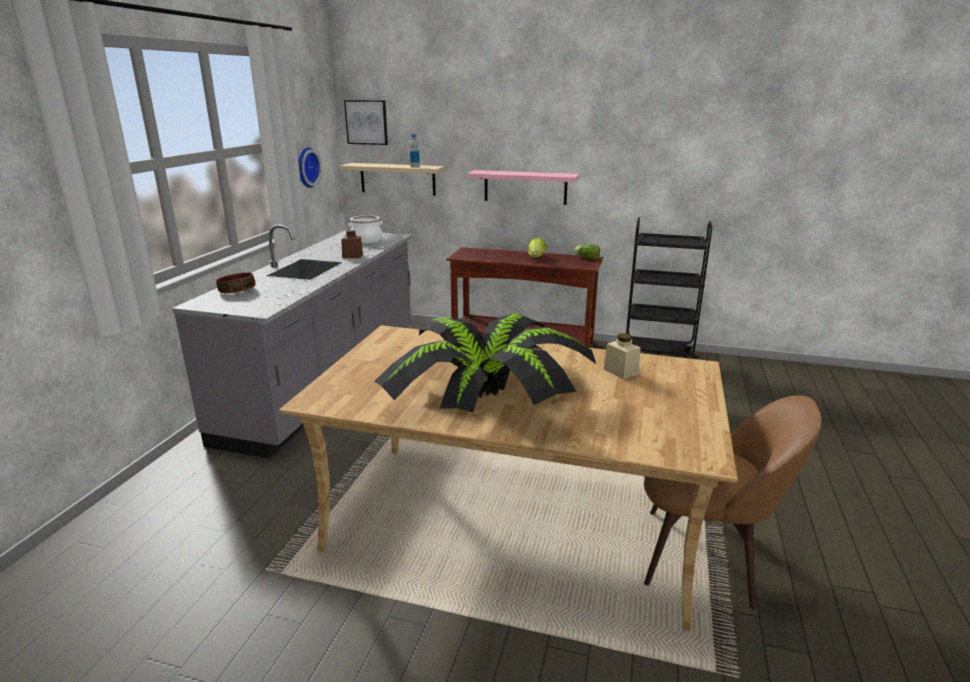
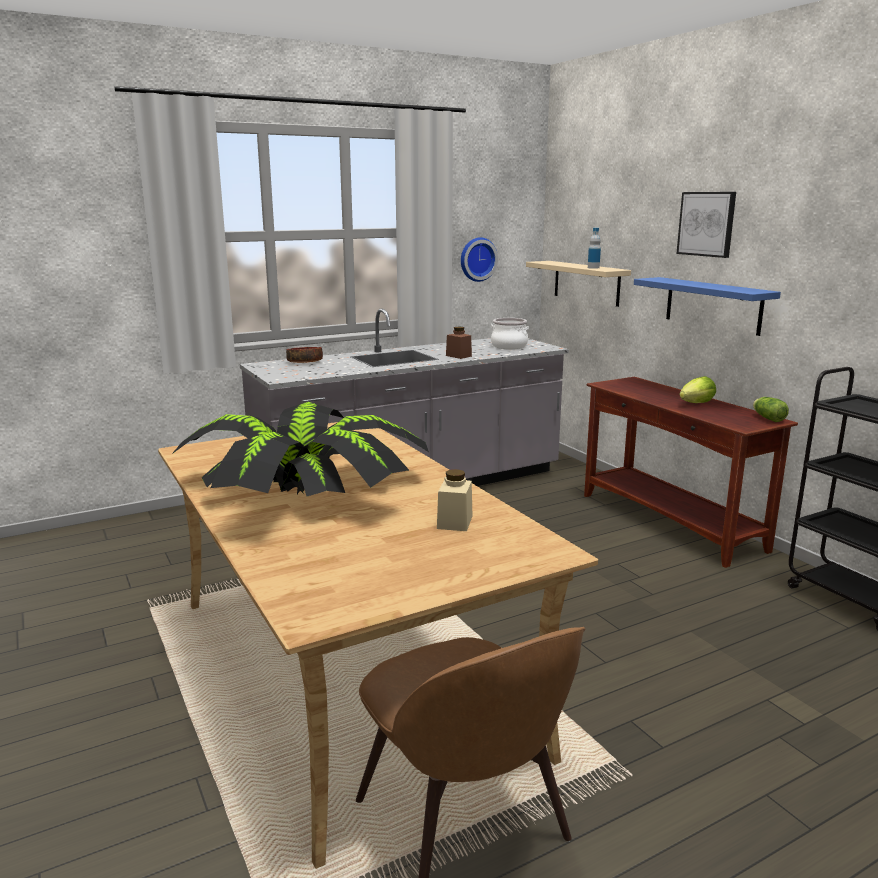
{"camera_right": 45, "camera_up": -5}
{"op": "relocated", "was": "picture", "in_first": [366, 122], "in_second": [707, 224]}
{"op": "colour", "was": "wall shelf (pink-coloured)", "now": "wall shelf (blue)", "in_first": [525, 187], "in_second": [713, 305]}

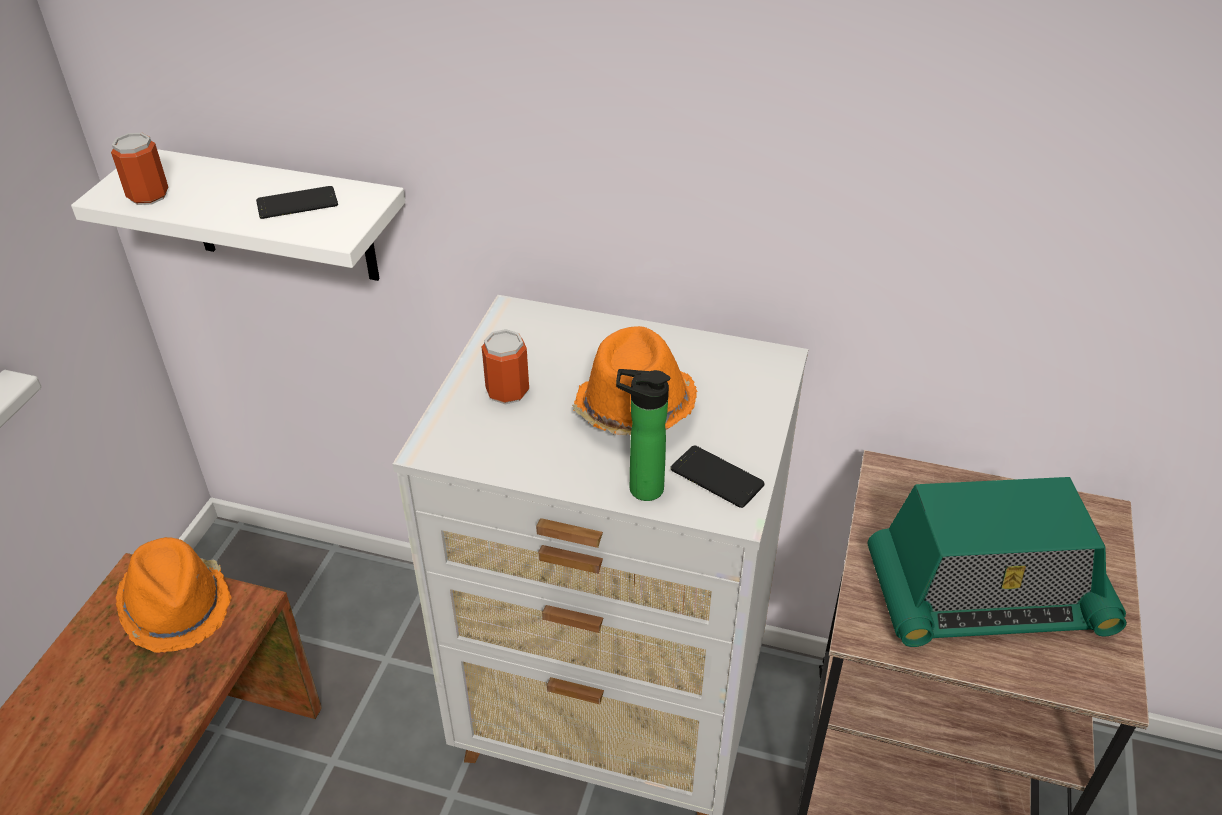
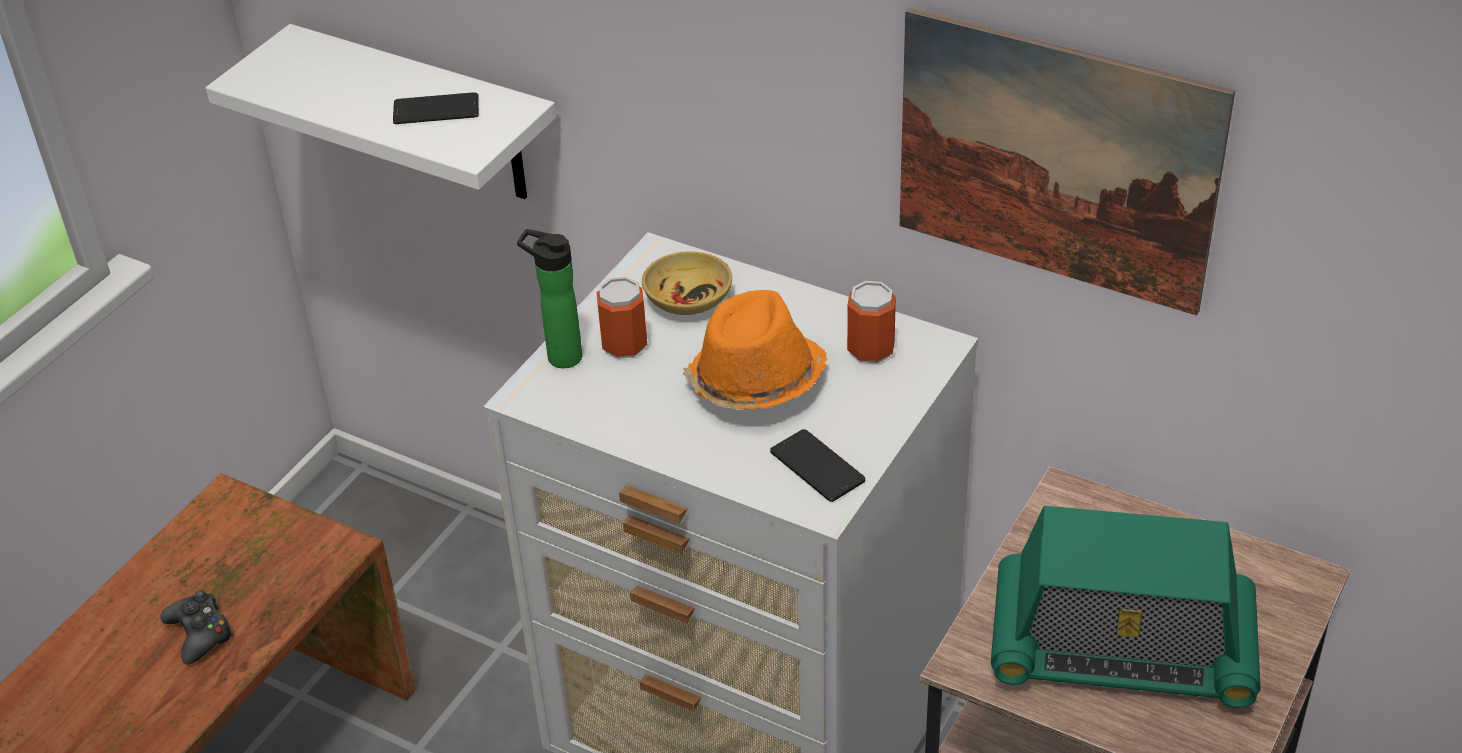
{"camera_right": 15, "camera_up": 0}
{"op": "relocated", "was": "metal can", "in_first": [148, 196], "in_second": [870, 349]}
{"op": "relocated", "was": "bottle", "in_first": [640, 488], "in_second": [559, 356]}
{"op": "missing", "was": "wearable hat (orange)", "in_first": [177, 606]}
{"op": "appeared", "now": "picture", "in_second": [1056, 161]}
{"op": "appeared", "now": "serving bowl (sand-coloured)", "in_second": [688, 298]}
{"op": "appeared", "now": "gamepad (black-coloured)", "in_second": [200, 633]}

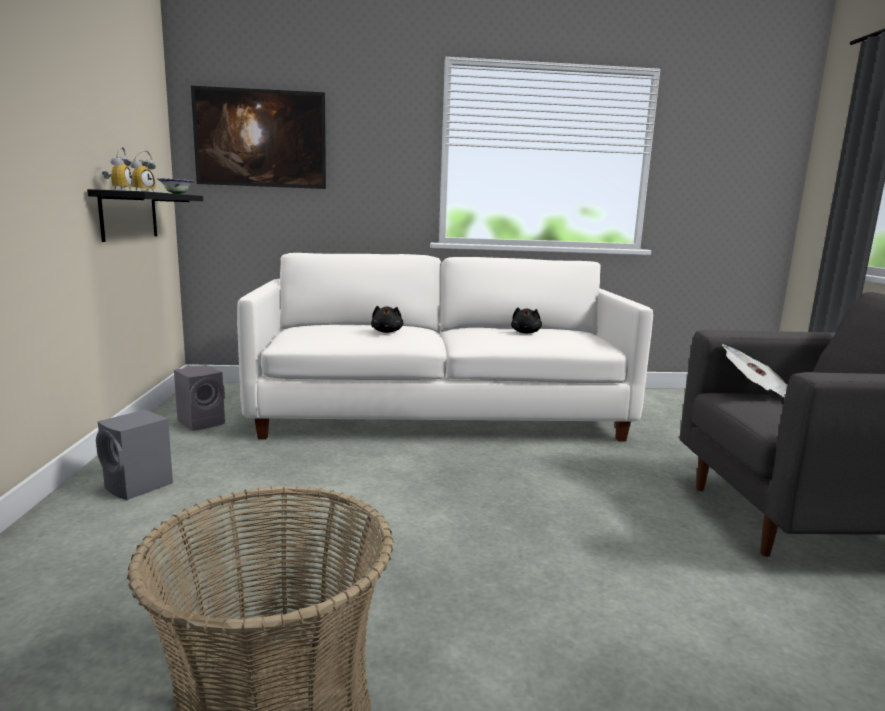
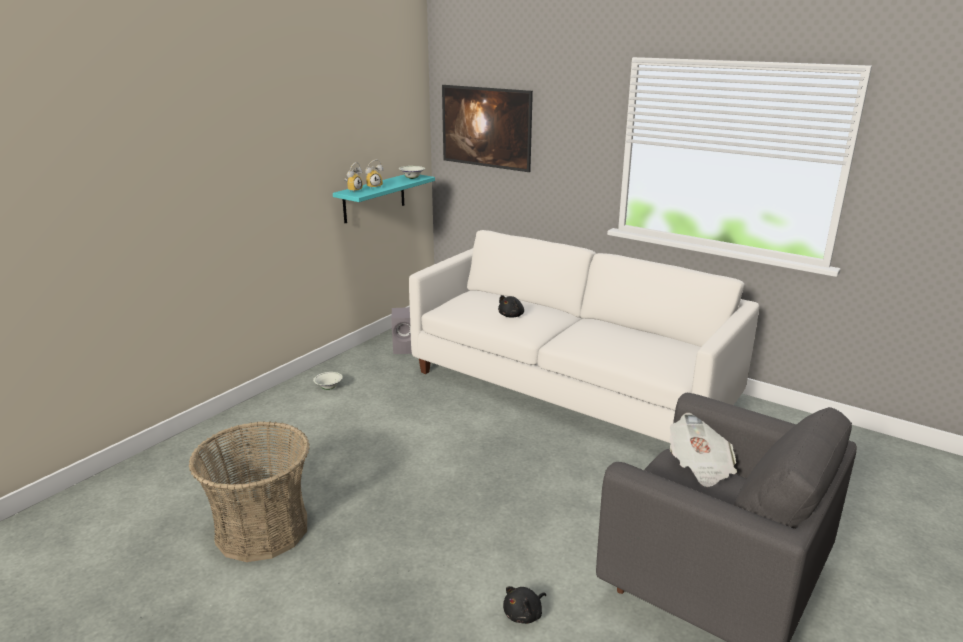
{"camera_right": 40, "camera_up": 10}
{"op": "colour", "was": "wall shelf (black-coloured)", "now": "wall shelf (turquoise-coloured)", "in_first": [129, 215], "in_second": [374, 198]}
{"op": "relocated", "was": "soft toy (black-coloured)", "in_first": [526, 332], "in_second": [524, 614]}
{"op": "exchanged", "was": "speaker (gray)", "now": "serving bowl (white)", "in_first": [139, 487], "in_second": [329, 388]}

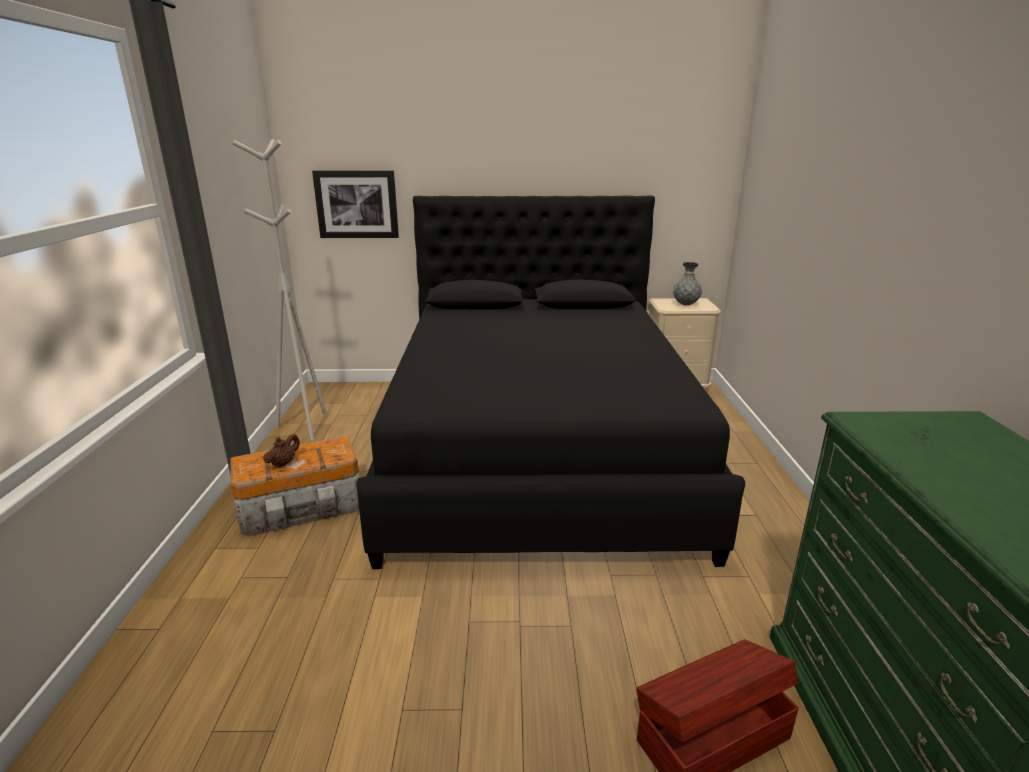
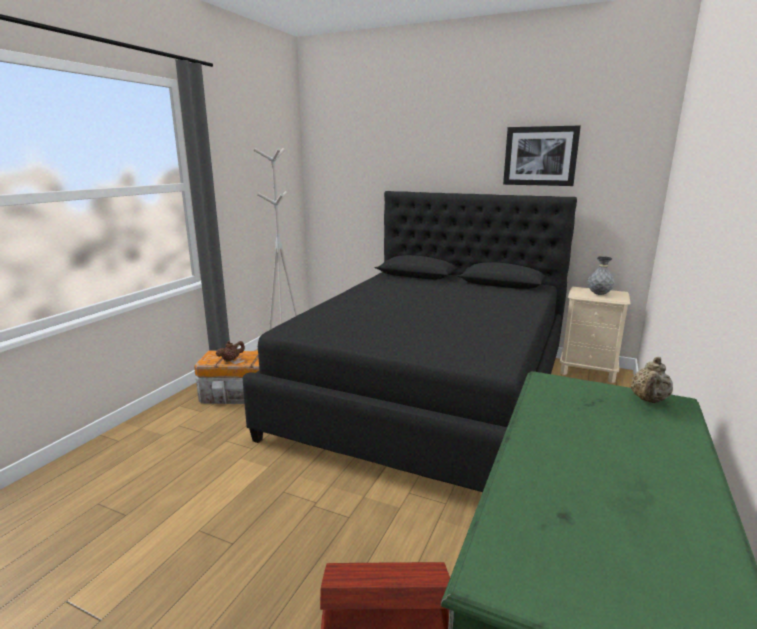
{"camera_right": 25, "camera_up": -5}
{"op": "relocated", "was": "picture", "in_first": [357, 204], "in_second": [540, 156]}
{"op": "appeared", "now": "pot for tea (sand-coloured)", "in_second": [648, 400]}

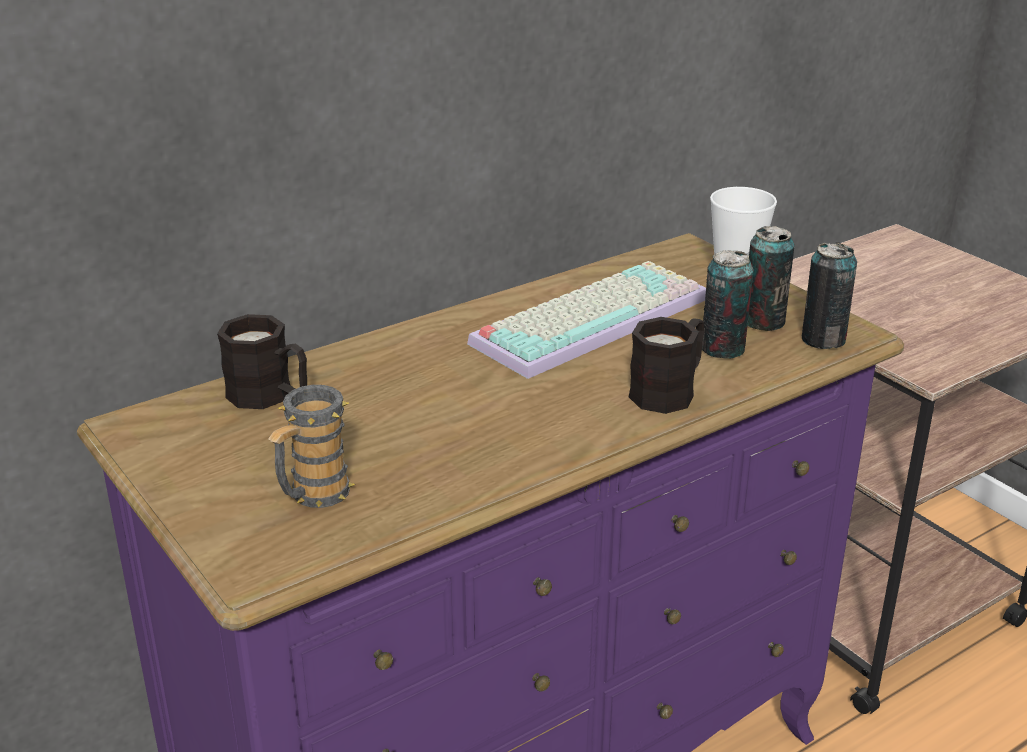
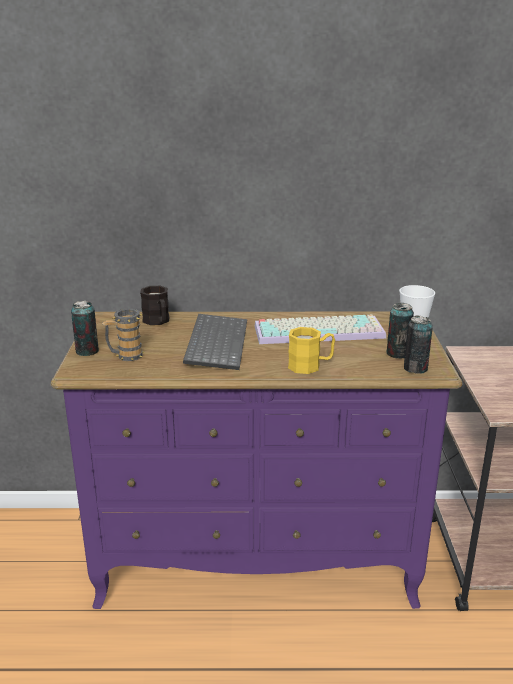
{"camera_right": 35, "camera_up": -5}
{"op": "relocated", "was": "metal can", "in_first": [722, 349], "in_second": [87, 351]}
{"op": "colour", "was": "coffee mug (black-coloured)", "now": "coffee mug (yellowish)", "in_first": [670, 390], "in_second": [311, 365]}
{"op": "appeared", "now": "computer keyboard", "in_second": [215, 343]}

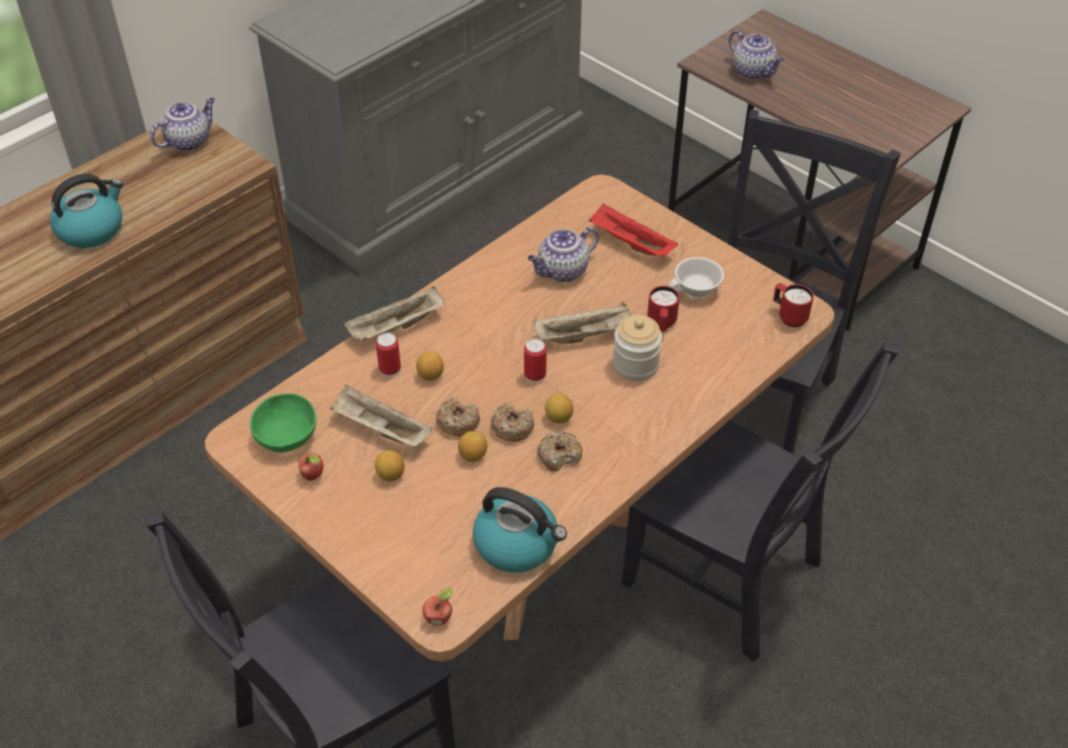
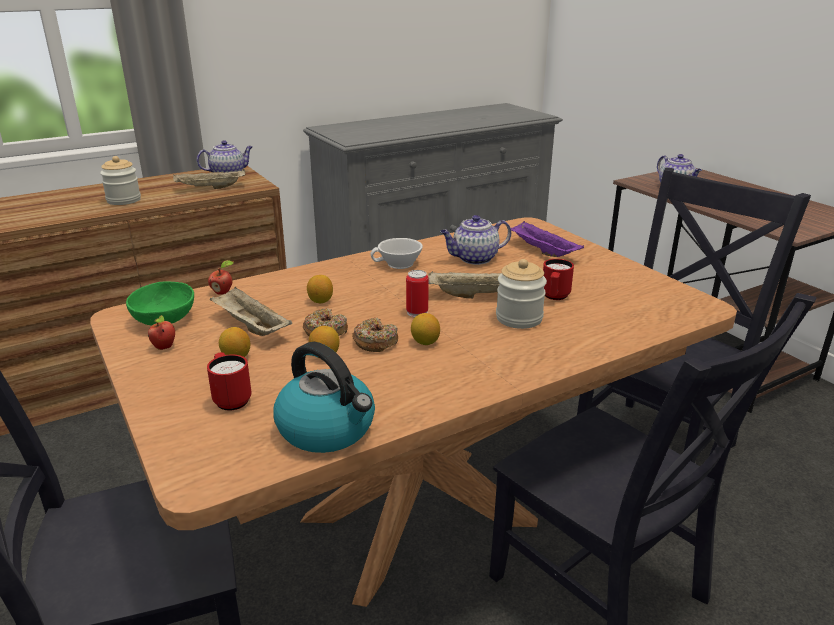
{"camera_right": 15, "camera_up": -20}
{"op": "exchanged", "was": "water kettle", "now": "jar", "in_first": [92, 229], "in_second": [124, 200]}
{"op": "colour", "was": "carrying tray (reddish)", "now": "carrying tray (purple)", "in_first": [629, 243], "in_second": [541, 251]}
{"op": "relocated", "was": "small cup (white)", "in_first": [696, 290], "in_second": [399, 264]}
{"op": "relocated", "was": "coffee mug (reddish)", "in_first": [788, 316], "in_second": [230, 399]}
{"op": "relocated", "was": "carrying tray (sand-coloured)", "in_first": [396, 328], "in_second": [210, 188]}
{"op": "missing", "was": "metal can", "in_first": [390, 369]}
{"op": "missing", "was": "donut", "in_first": [559, 455]}
{"op": "relocated", "was": "apple", "in_first": [439, 618], "in_second": [223, 292]}

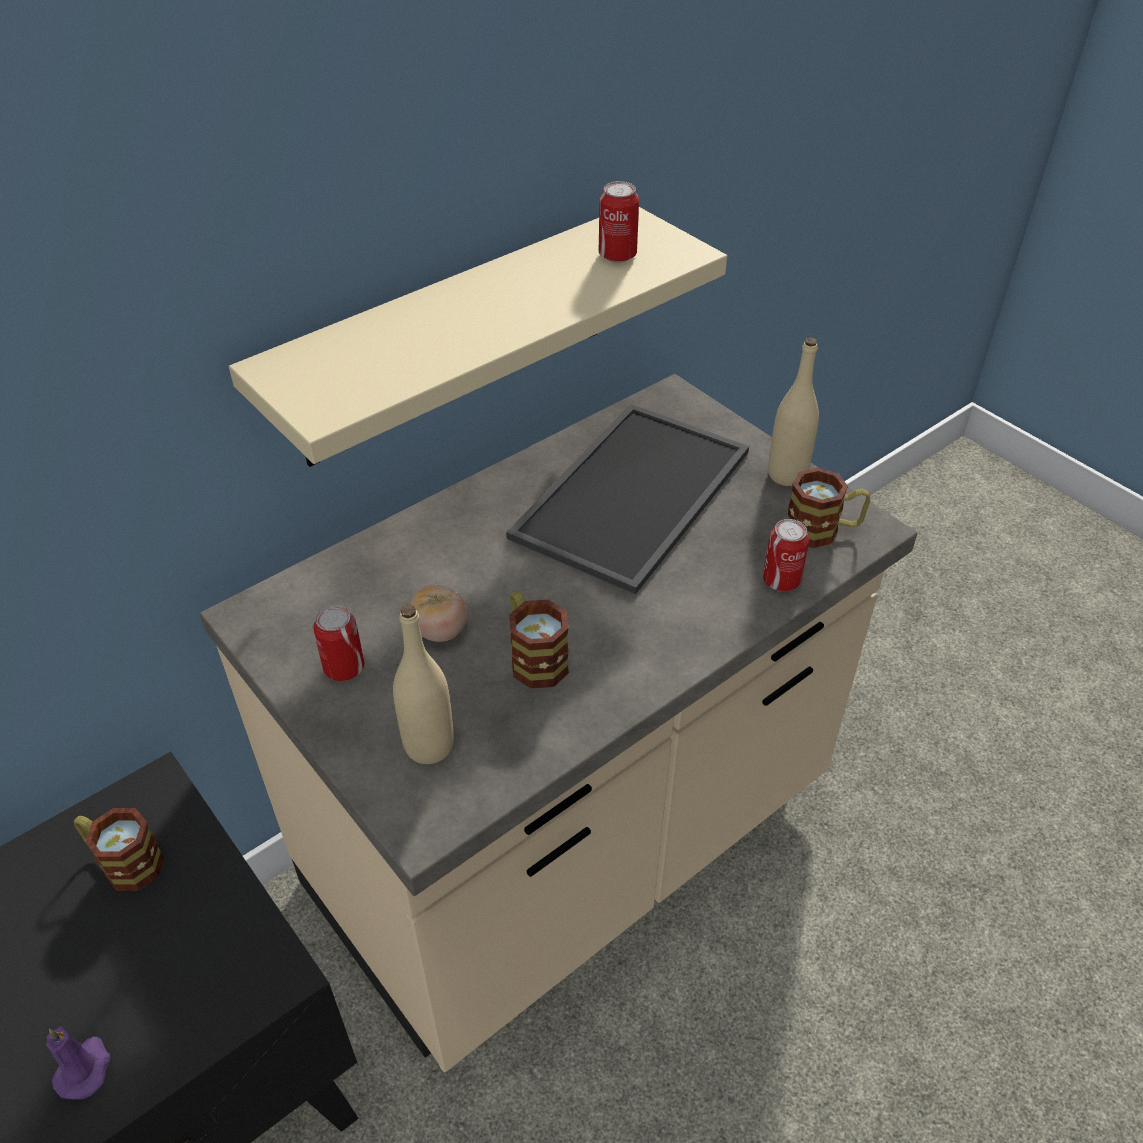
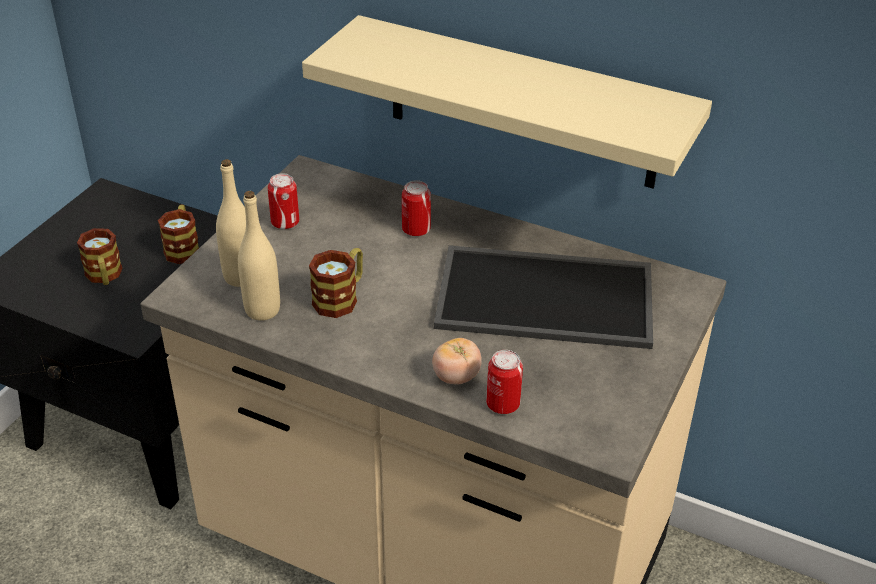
{"camera_right": 65, "camera_up": -5}
{"op": "relocated", "was": "metal can", "in_first": [617, 255], "in_second": [416, 230]}
{"op": "relocated", "was": "bottle (sand-coloured)", "in_first": [787, 475], "in_second": [262, 310]}
{"op": "relocated", "was": "coffee mug", "in_first": [823, 530], "in_second": [104, 276]}
{"op": "relocated", "was": "fresh tomato", "in_first": [440, 630], "in_second": [456, 377]}
{"op": "missing", "was": "wax candle (purple)", "in_first": [84, 1068]}

